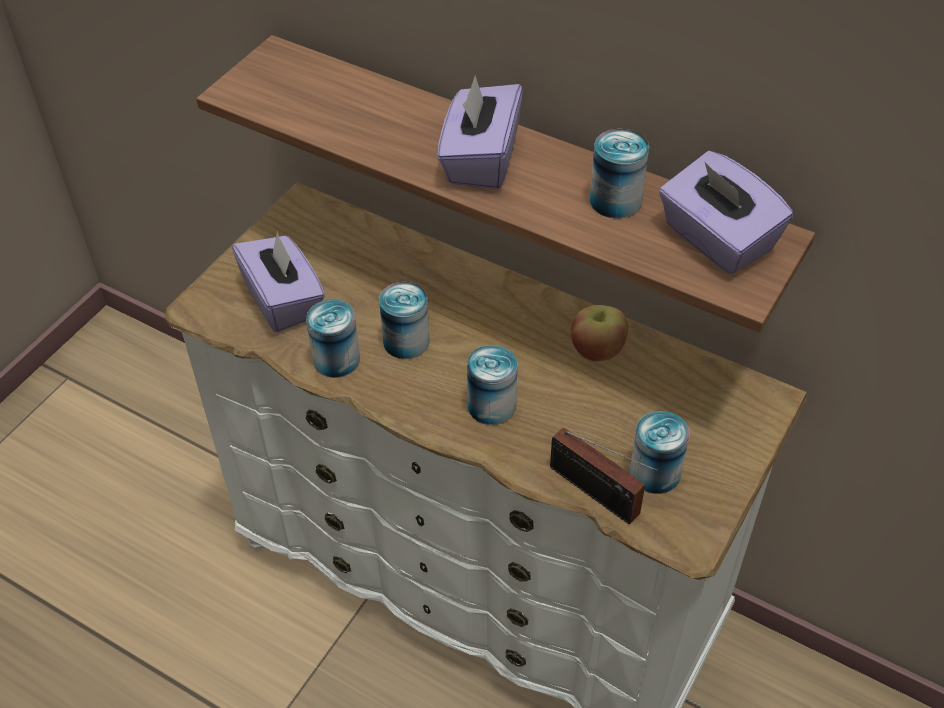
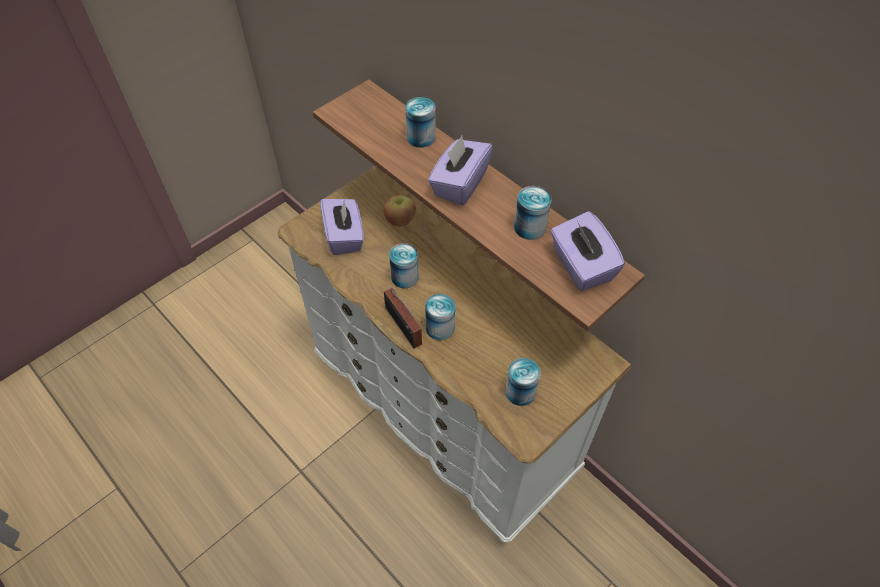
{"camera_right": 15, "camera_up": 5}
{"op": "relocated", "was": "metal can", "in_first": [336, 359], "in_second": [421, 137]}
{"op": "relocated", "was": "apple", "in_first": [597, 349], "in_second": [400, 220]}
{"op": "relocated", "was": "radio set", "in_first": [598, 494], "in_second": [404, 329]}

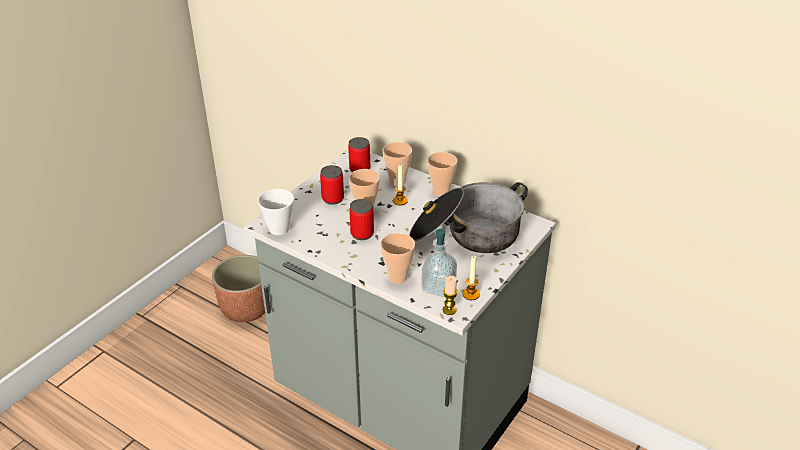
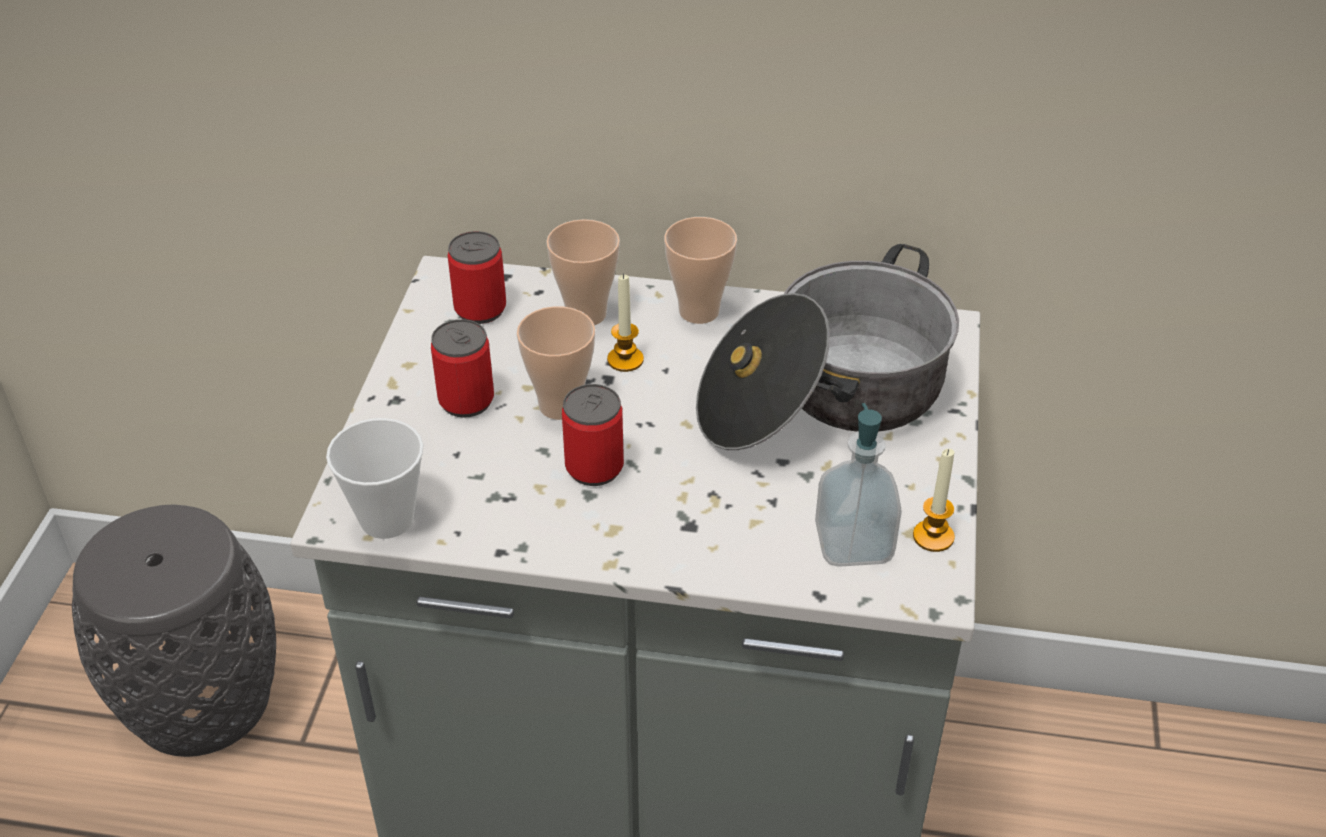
{"camera_right": -25, "camera_up": 5}
{"op": "missing", "was": "small cup", "in_first": [397, 277]}
{"op": "exchanged", "was": "planter", "now": "stool (gray)", "in_first": [246, 308], "in_second": [202, 701]}
{"op": "missing", "was": "wax candle", "in_first": [449, 310]}

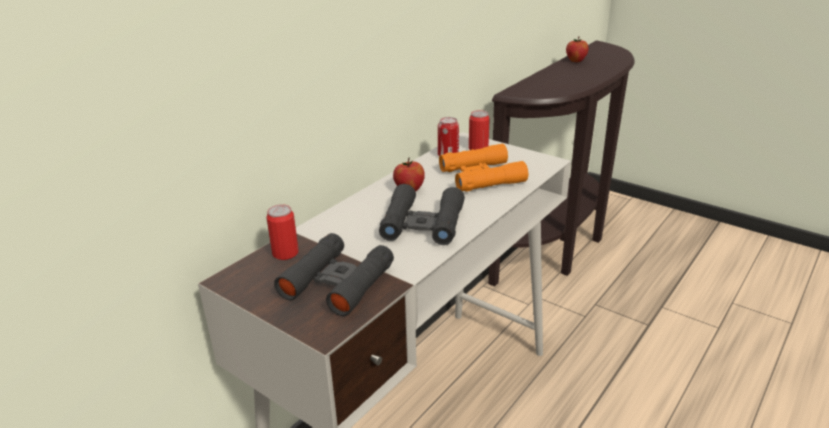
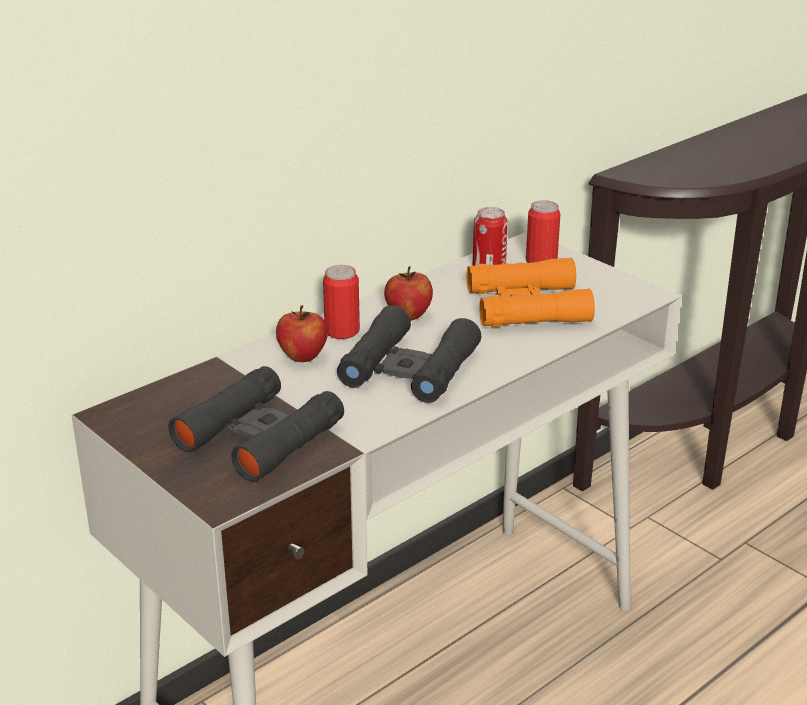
{"camera_right": 10, "camera_up": 0}
{"op": "relocated", "was": "apple", "in_first": [575, 61], "in_second": [303, 356]}
{"op": "relocated", "was": "metal can", "in_first": [285, 253], "in_second": [342, 331]}

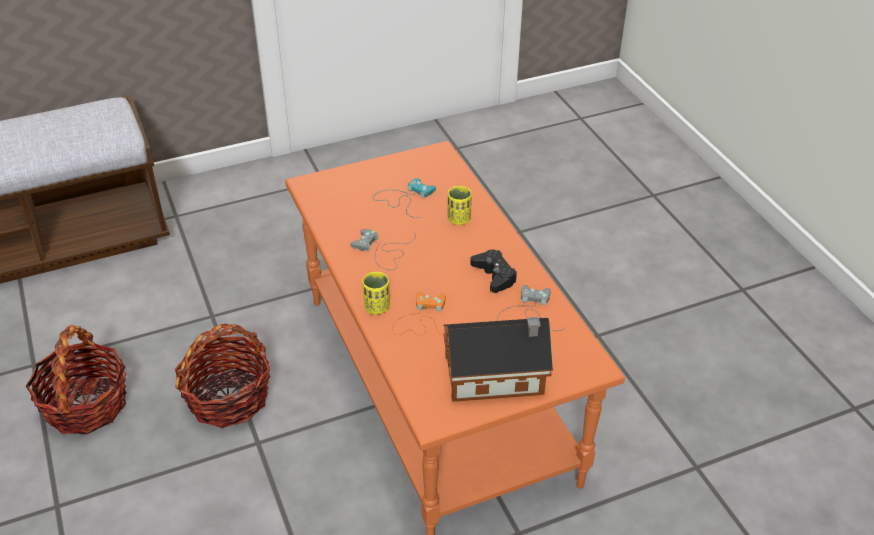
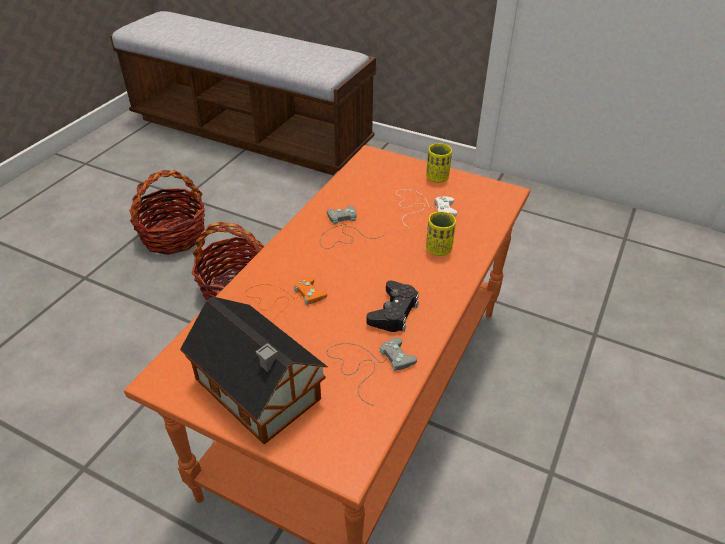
{"camera_right": 50, "camera_up": 0}
{"op": "colour", "was": "gamepad (turquoise-coloured)", "now": "gamepad (white)", "in_first": [404, 199], "in_second": [421, 207]}
{"op": "relocated", "was": "small cup (yellowish)", "in_first": [377, 307], "in_second": [437, 178]}

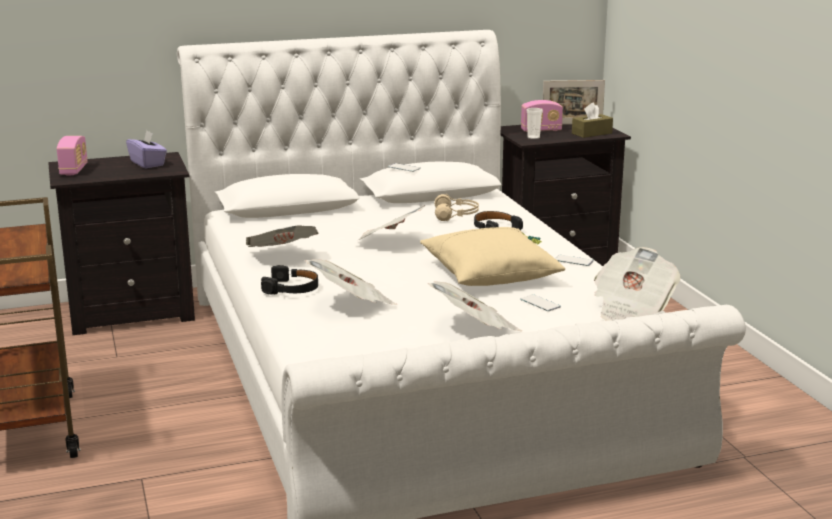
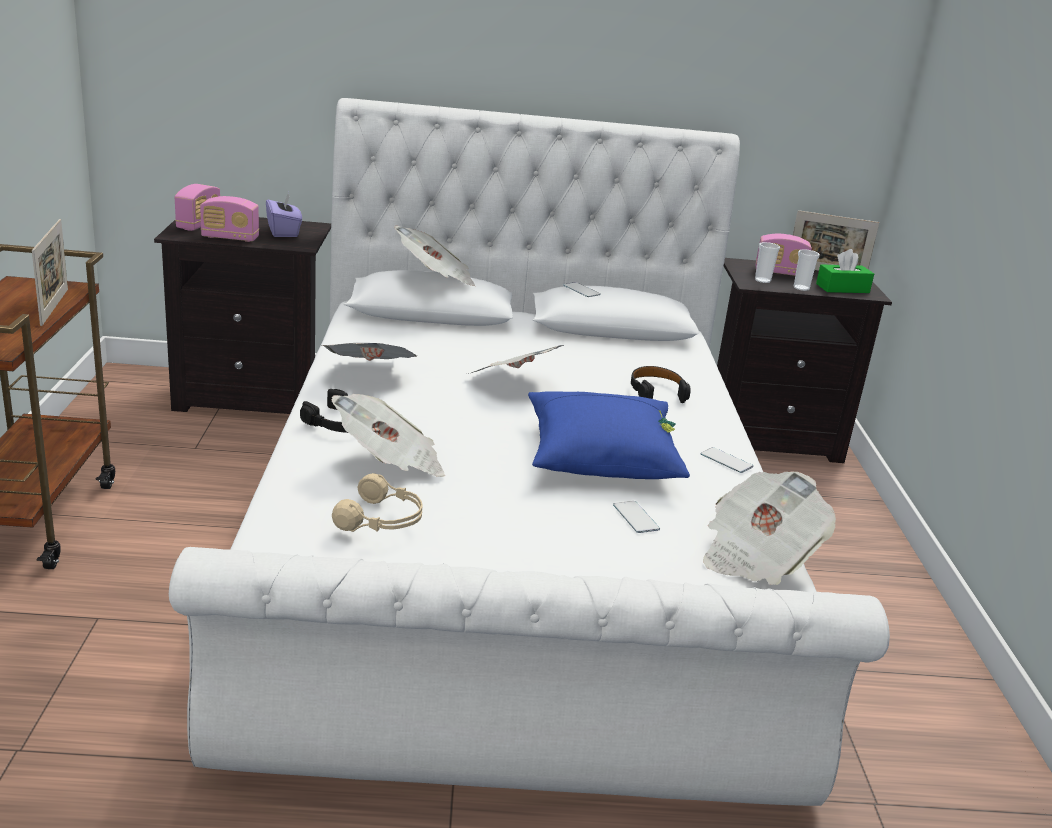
{"camera_right": 15, "camera_up": 5}
{"op": "colour", "was": "tissue holder (brown-coloured)", "now": "tissue holder (green)", "in_first": [591, 133], "in_second": [842, 288]}
{"op": "relocated", "was": "pair of headphones (sand-coloured)", "in_first": [456, 215], "in_second": [382, 520]}
{"op": "colour", "was": "throw pillow (sand-coloured)", "now": "throw pillow (blue)", "in_first": [490, 276], "in_second": [600, 459]}
{"op": "relocated", "was": "newspaper", "in_first": [475, 329], "in_second": [435, 278]}
{"op": "appeared", "now": "radio set", "in_second": [230, 238]}
{"op": "appeared", "now": "standing frame", "in_second": [54, 307]}
{"op": "appeared", "now": "small cup", "in_second": [801, 288]}

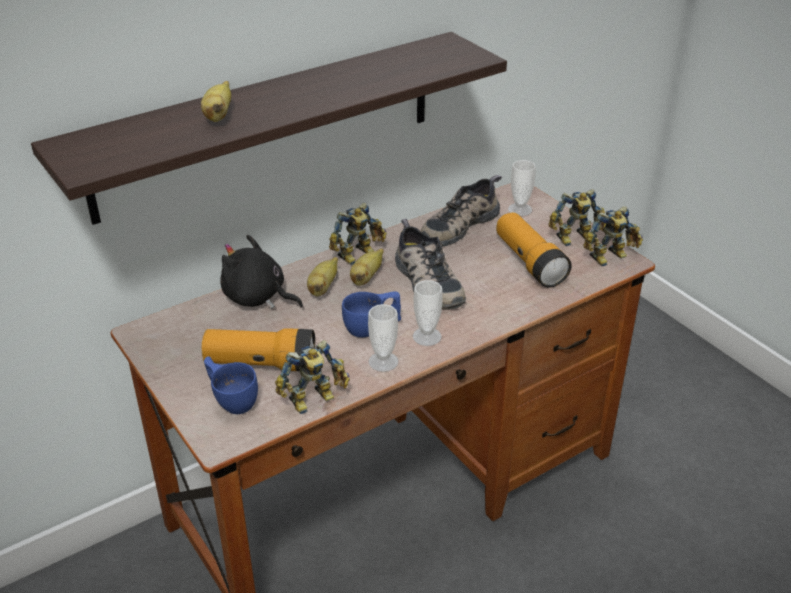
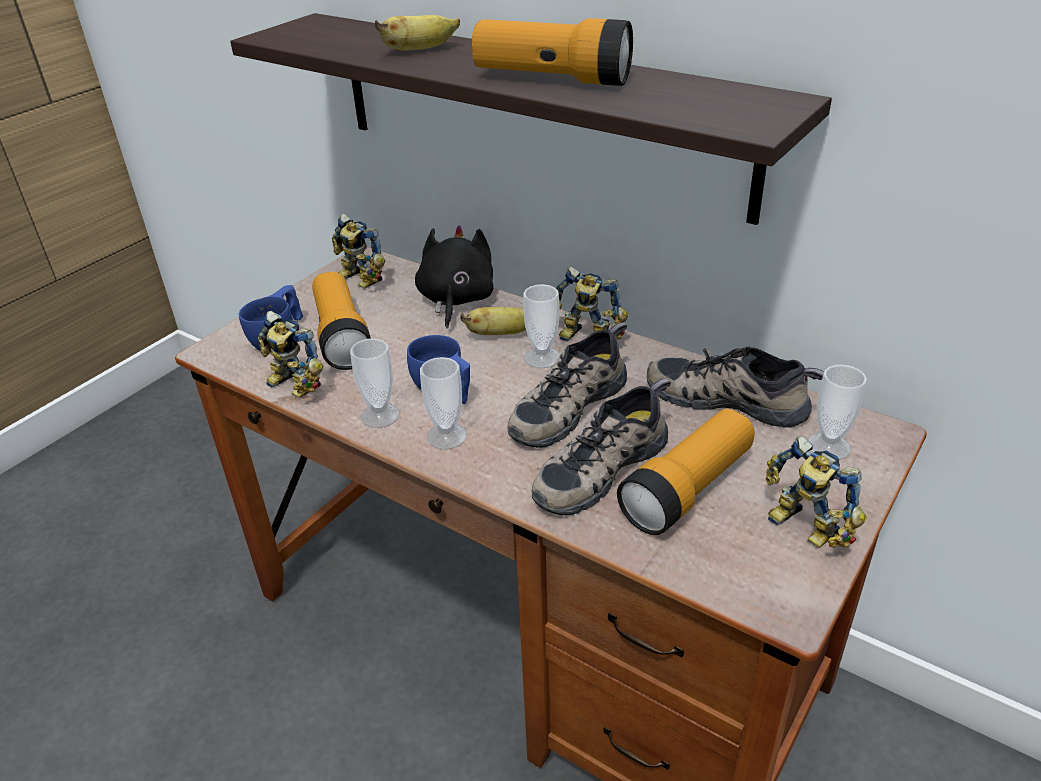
{"camera_right": 70, "camera_up": 0}
{"op": "relocated", "was": "model robot", "in_first": [610, 258], "in_second": [358, 281]}
{"op": "exchanged", "was": "banana fruit", "now": "small cup", "in_first": [366, 277], "in_second": [542, 357]}
{"op": "appeared", "now": "hand torch", "in_second": [552, 79]}
{"op": "appeared", "now": "low shoe", "in_second": [599, 465]}

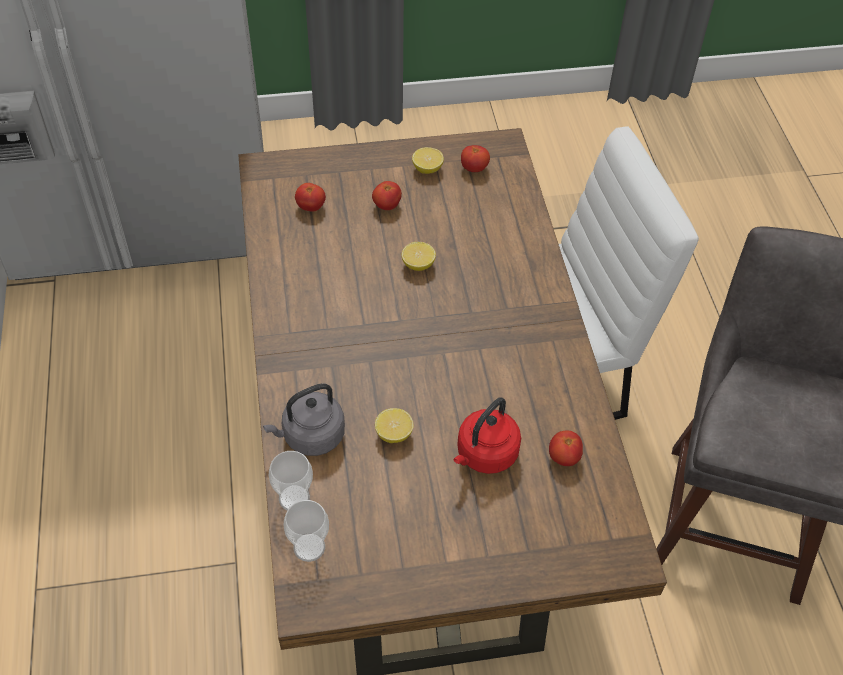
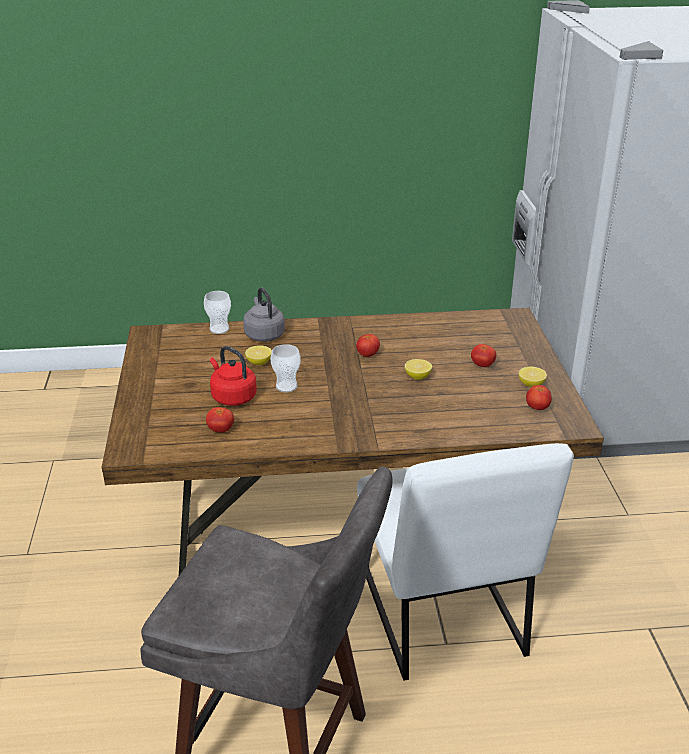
{"camera_right": 95, "camera_up": -20}
{"op": "relocated", "was": "fresh tomato", "in_first": [311, 207], "in_second": [367, 355]}
{"op": "relocated", "was": "small cup", "in_first": [309, 547], "in_second": [286, 386]}

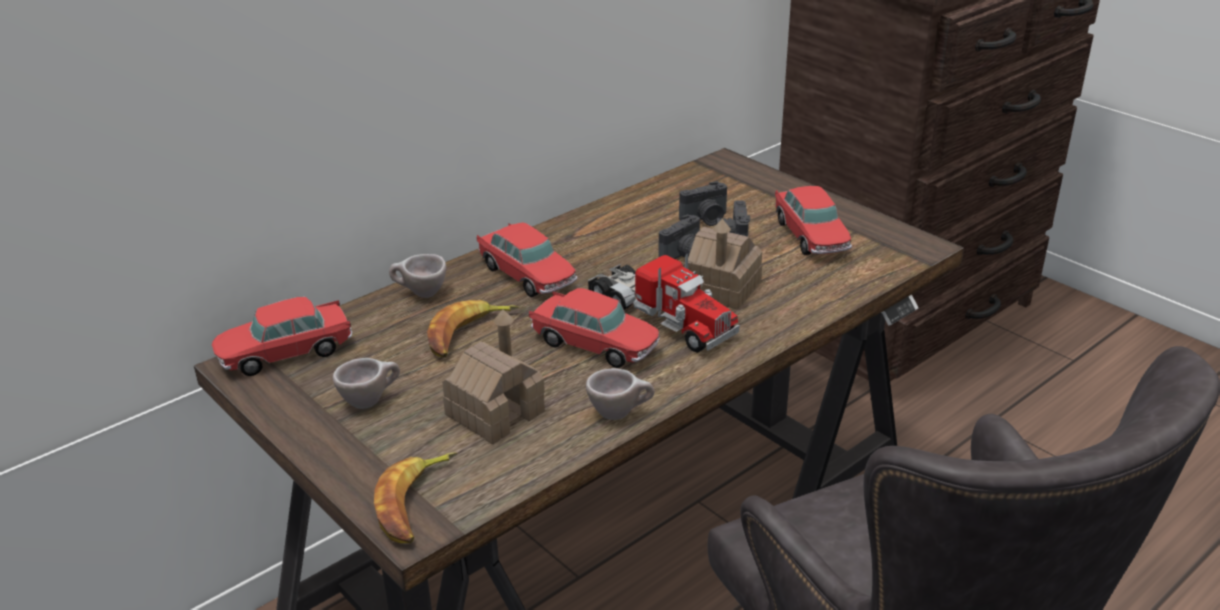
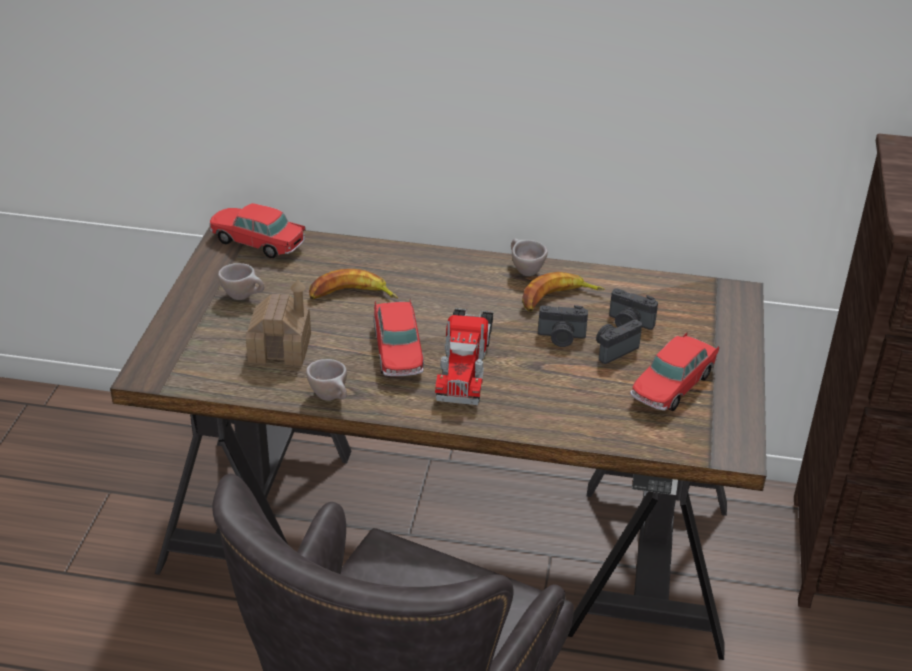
{"camera_right": 50, "camera_up": 5}
{"op": "missing", "was": "toy house", "in_first": [721, 288]}
{"op": "missing", "was": "model car", "in_first": [527, 275]}
{"op": "relocated", "was": "small cup (sand-coloured)", "in_first": [420, 294], "in_second": [524, 270]}
{"op": "relocated", "was": "banana fruit", "in_first": [415, 503], "in_second": [557, 299]}

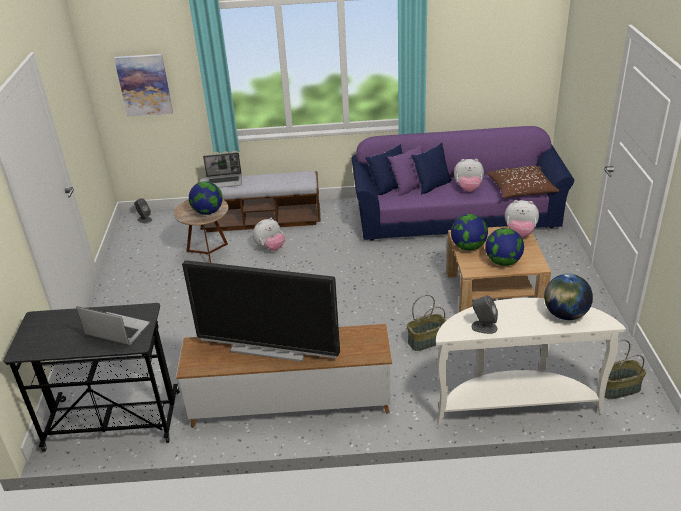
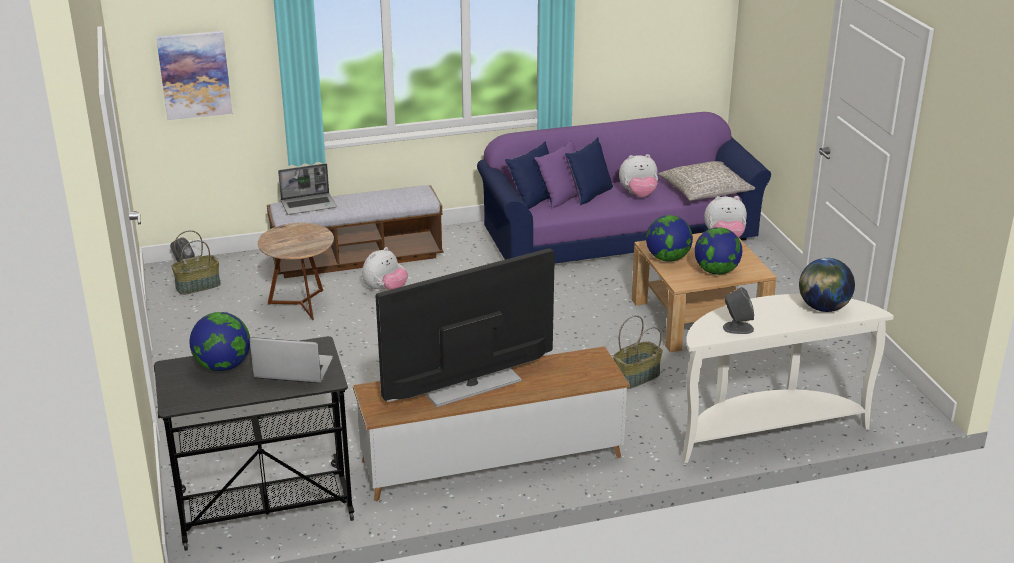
{"camera_right": -15, "camera_up": -5}
{"op": "colour", "was": "throw pillow (brown-coloured)", "now": "throw pillow (gray)", "in_first": [521, 190], "in_second": [705, 192]}
{"op": "relocated", "was": "desk globe", "in_first": [208, 212], "in_second": [223, 366]}
{"op": "spun", "was": "TV set", "in_first": [269, 348], "in_second": [472, 386], "clockwise": 150}
{"op": "relocated", "was": "household basket", "in_first": [618, 388], "in_second": [198, 285]}

